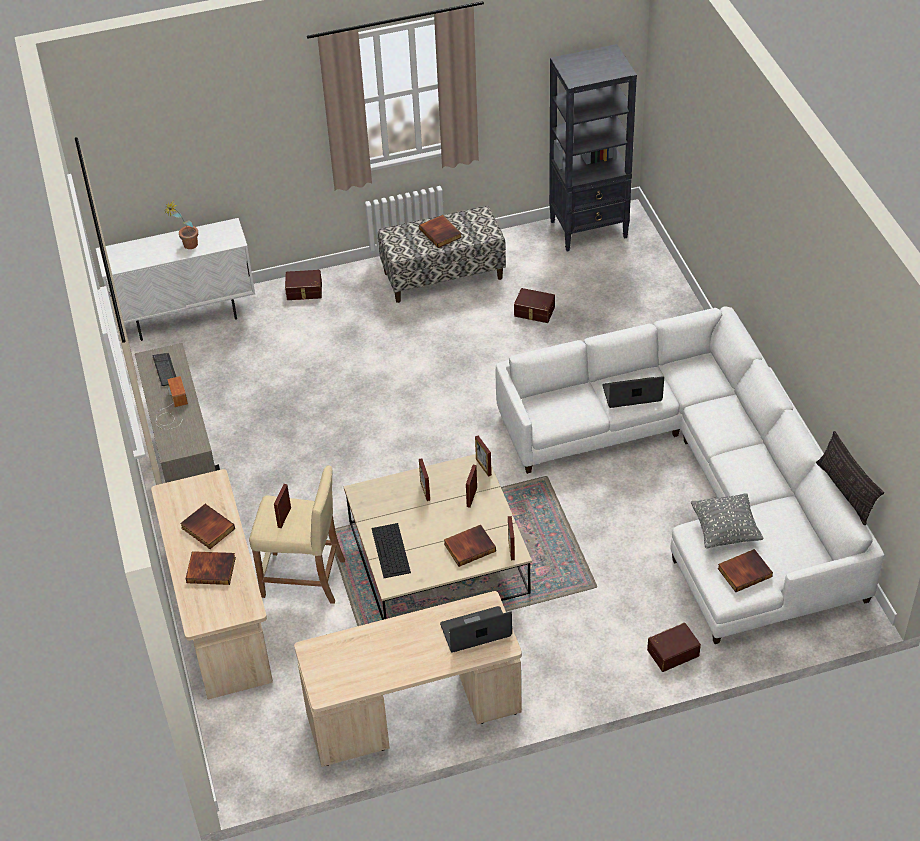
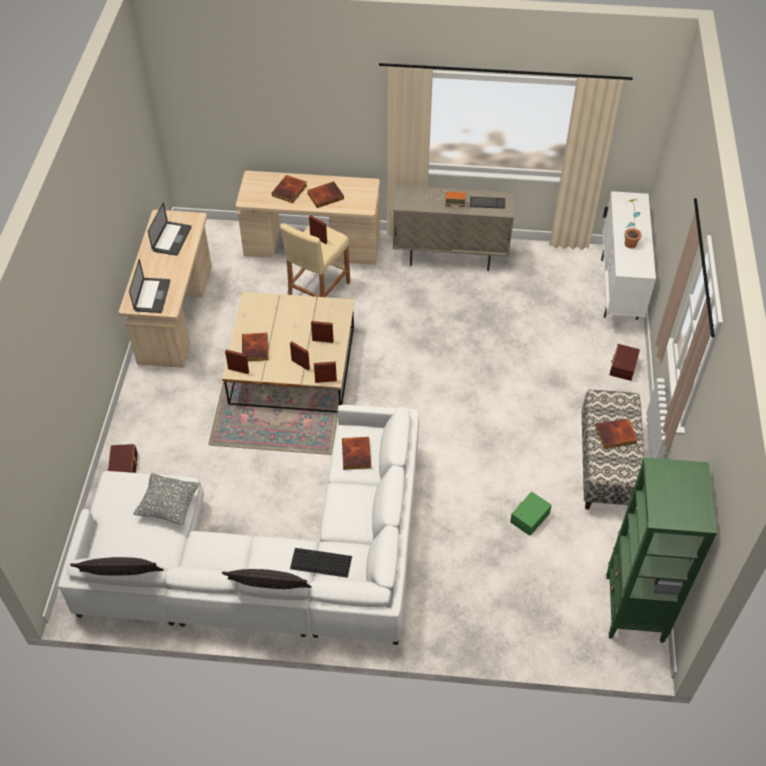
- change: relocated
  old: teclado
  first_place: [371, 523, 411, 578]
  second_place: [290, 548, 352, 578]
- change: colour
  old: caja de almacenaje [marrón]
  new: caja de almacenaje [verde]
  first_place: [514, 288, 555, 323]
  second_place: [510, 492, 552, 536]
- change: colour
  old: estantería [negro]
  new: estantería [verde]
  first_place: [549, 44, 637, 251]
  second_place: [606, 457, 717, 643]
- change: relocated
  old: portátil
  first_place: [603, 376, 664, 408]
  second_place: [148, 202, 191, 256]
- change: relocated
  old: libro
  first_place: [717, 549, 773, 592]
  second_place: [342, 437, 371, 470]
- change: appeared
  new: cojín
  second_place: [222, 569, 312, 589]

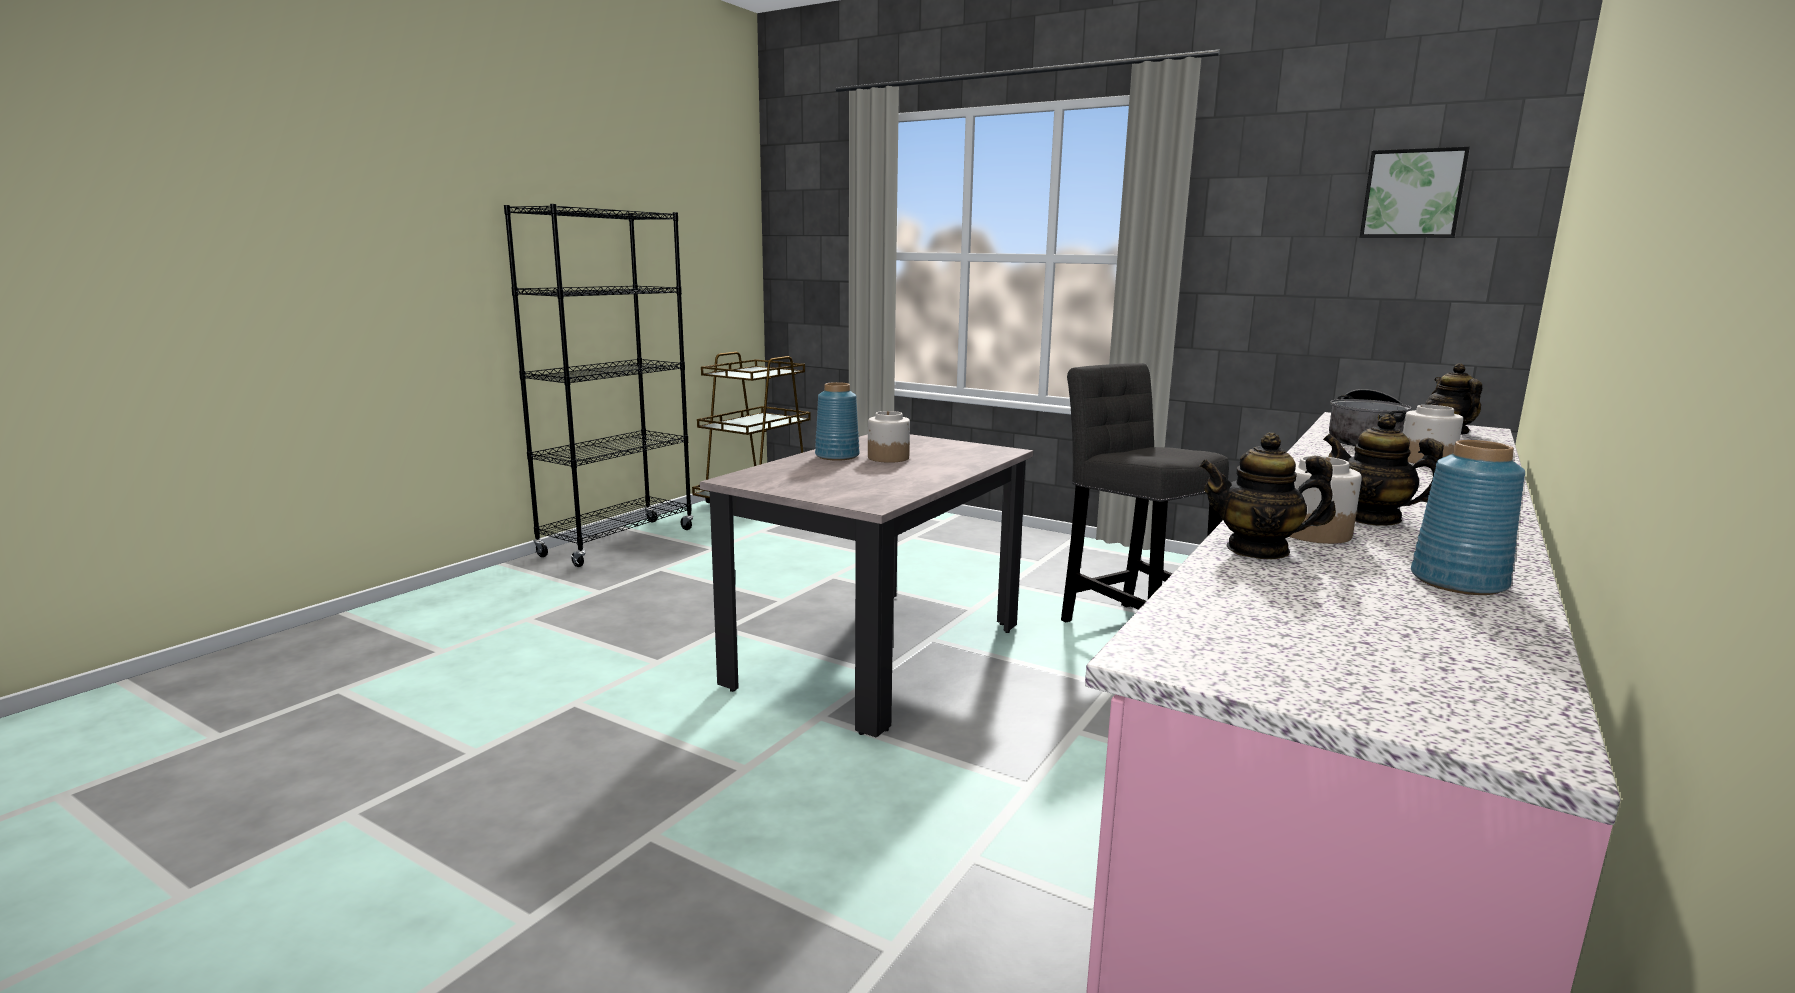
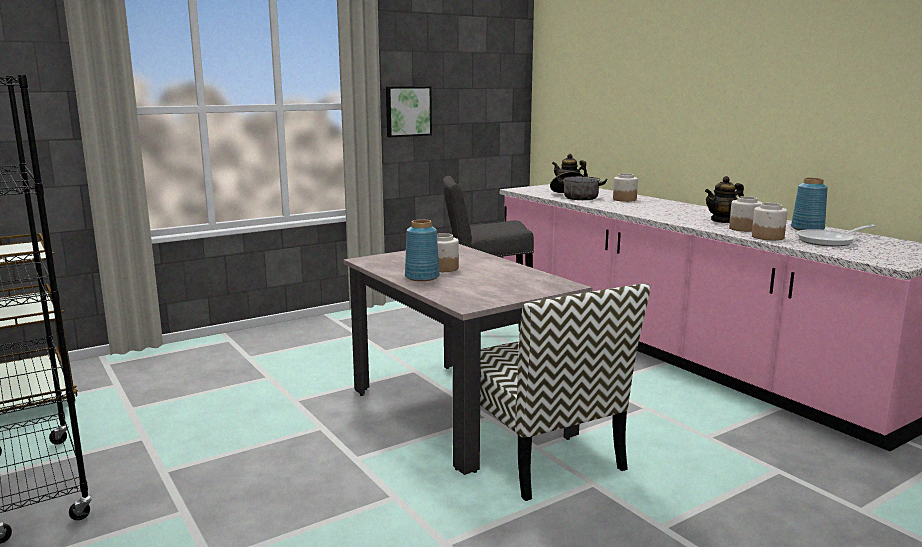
- change: exchanged
  old: tetera
  new: tarro
  first_place: [1199, 433, 1336, 559]
  second_place: [752, 203, 788, 241]
- change: relocated
  old: cuadro
  first_place: [1360, 147, 1470, 238]
  second_place: [386, 86, 432, 137]
- change: appeared
  new: silla
  second_place: [480, 284, 650, 501]
- change: appeared
  new: sartén
  second_place: [796, 225, 875, 246]

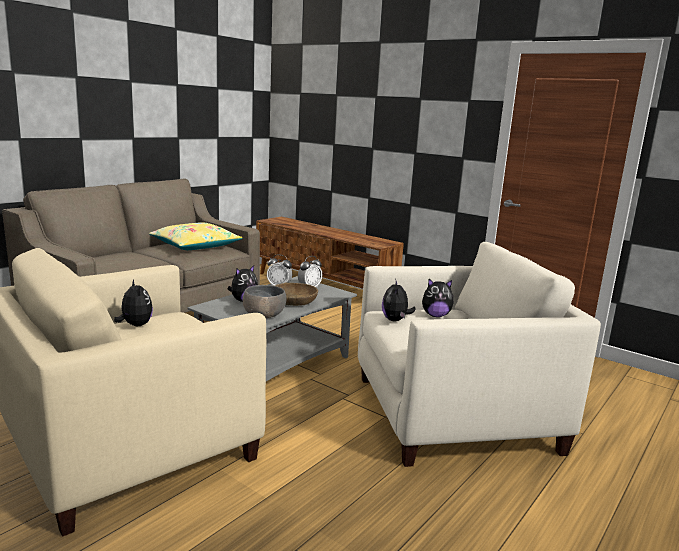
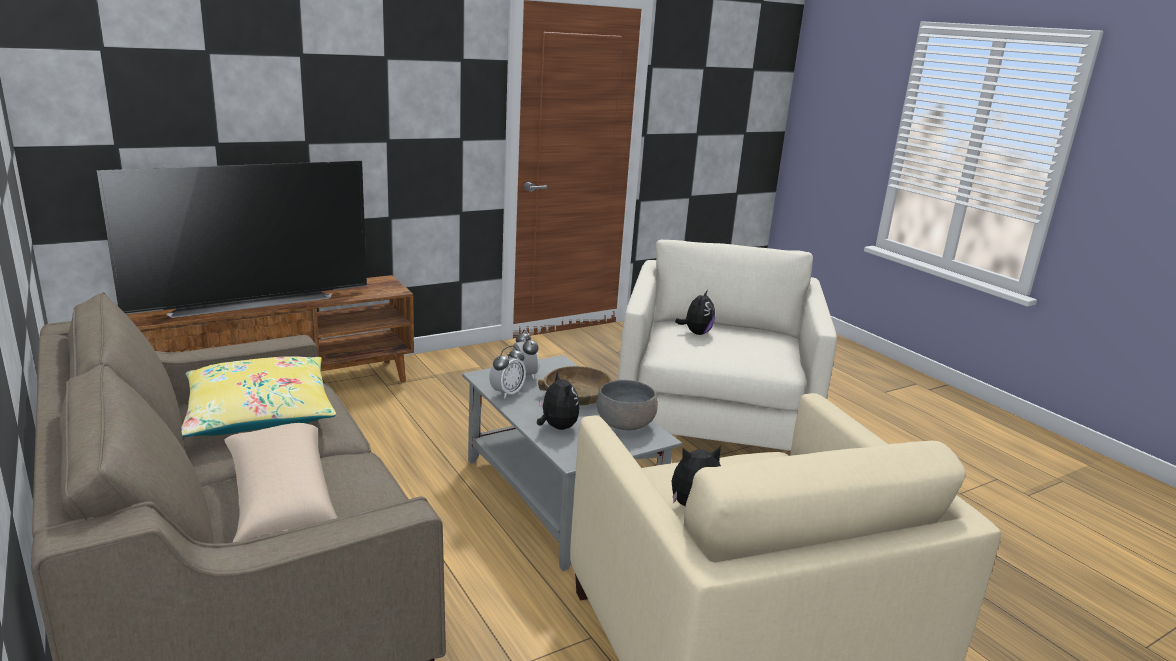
- change: missing
  old: peluche
  first_place: [382, 281, 416, 321]
- change: appeared
  new: televisor
  second_place: [97, 161, 367, 318]
- change: appeared
  new: cojín [beis]
  second_place: [224, 423, 338, 542]

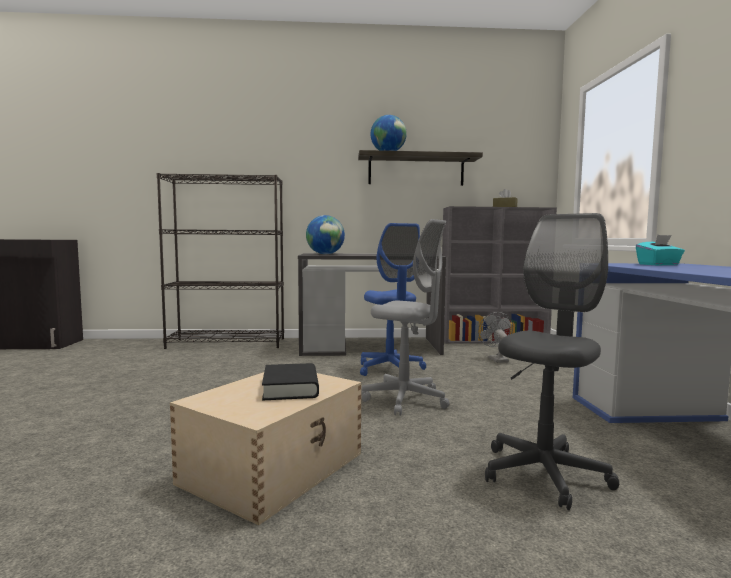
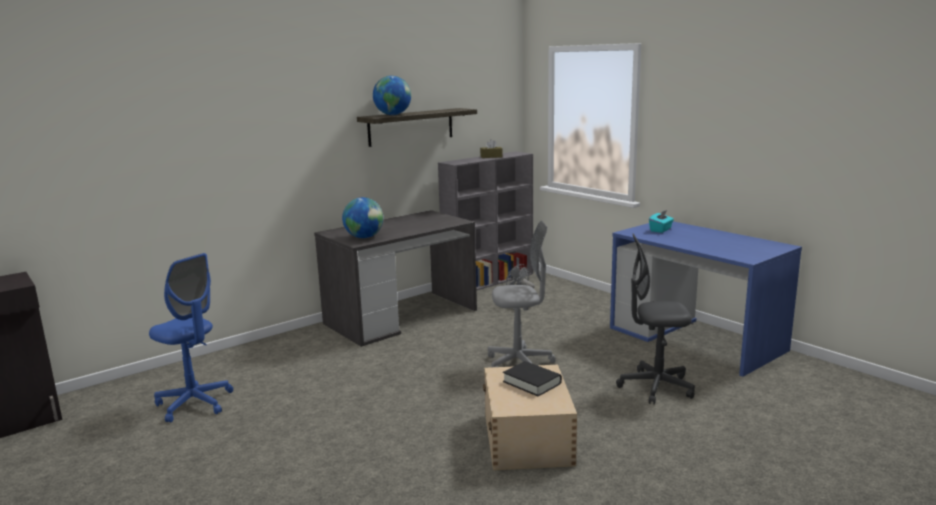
- change: missing
  old: estantería [negro]
  first_place: [157, 173, 284, 349]
- change: relocated
  old: silla de oficina [azul]
  first_place: [360, 223, 426, 376]
  second_place: [149, 253, 233, 422]
- change: spun
  old: silla de oficina [gris]
  first_place: [485, 213, 619, 510]
  second_place: [616, 234, 695, 405]
  degrees: -90

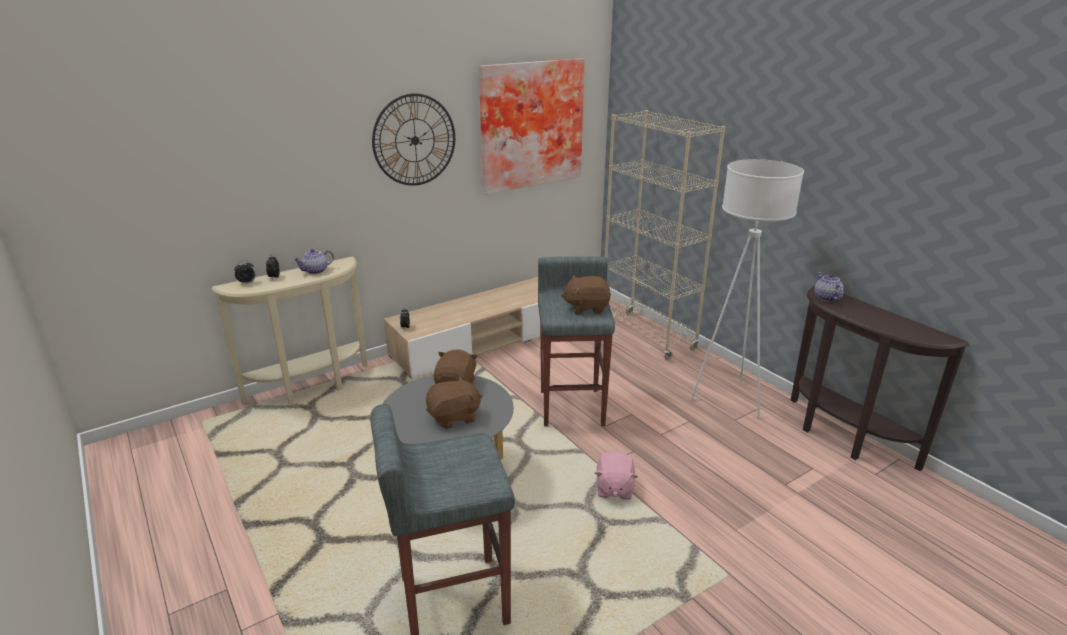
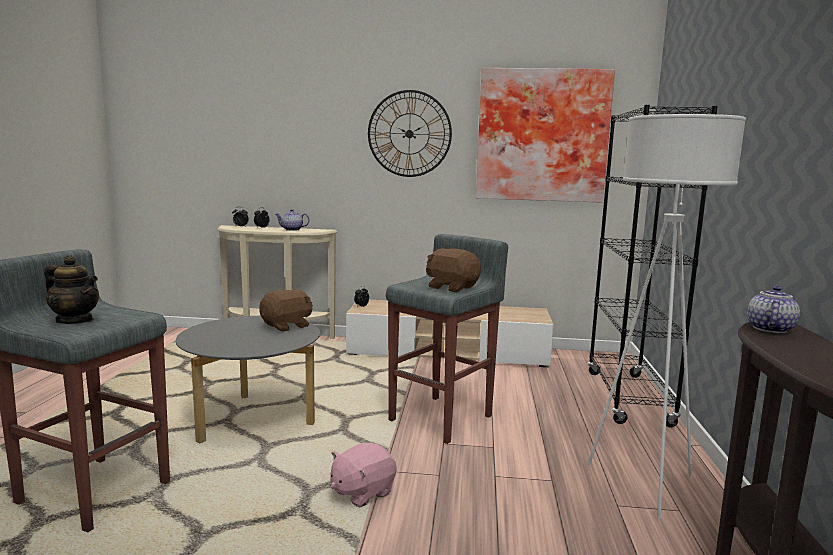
- change: missing
  old: peluche [marrón]
  first_place: [426, 376, 482, 429]
- change: colour
  old: estantería [beis]
  new: estantería [negro]
  first_place: [605, 110, 725, 360]
  second_place: [587, 105, 718, 428]
- change: appeared
  new: tetera
  second_place: [44, 255, 99, 324]

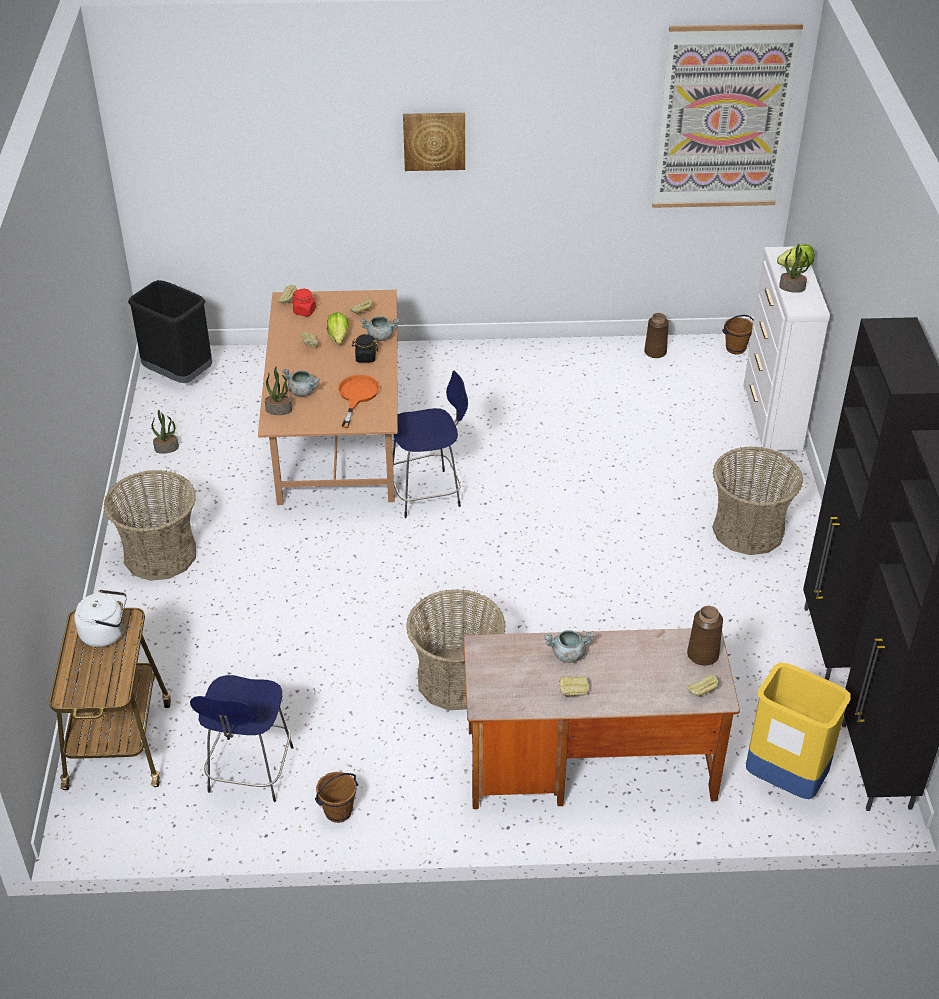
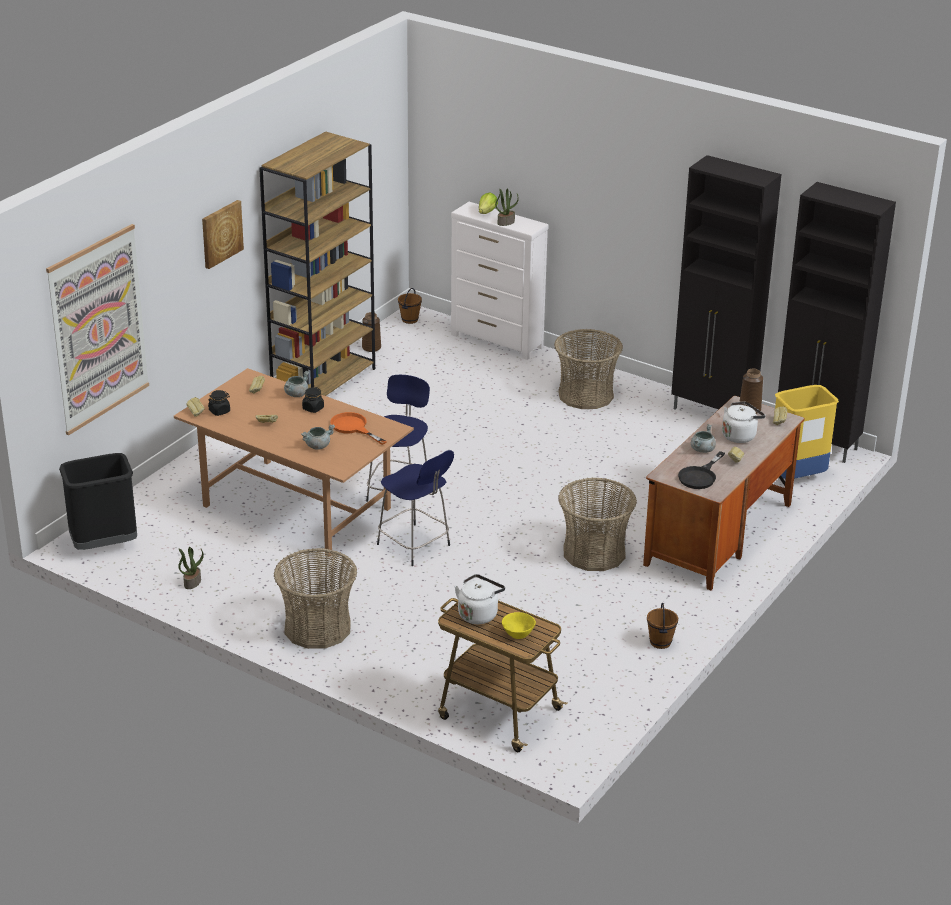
- change: relocated
  old: taburete [azul]
  first_place: [190, 675, 294, 802]
  second_place: [377, 450, 454, 566]
- change: missing
  old: planta en maceta
  first_place: [265, 366, 292, 415]
- change: colour
  old: tarro [rojo]
  new: tarro [negro]
  first_place: [292, 289, 316, 316]
  second_place: [208, 390, 230, 416]
- change: missing
  old: lechuga
  first_place: [327, 312, 349, 344]
- change: relocated
  old: cuadro
  first_place: [652, 24, 803, 208]
  second_place: [46, 224, 149, 436]
- change: appeared
  new: estantería [marrón]
  second_place: [259, 131, 375, 396]
- change: appeared
  new: cuenco [amarillo]
  second_place: [502, 612, 536, 639]
- change: appeared
  new: sartén [negro]
  second_place: [678, 451, 725, 489]
- change: appeared
  new: hervidor [blanco]
  second_place: [722, 401, 765, 443]

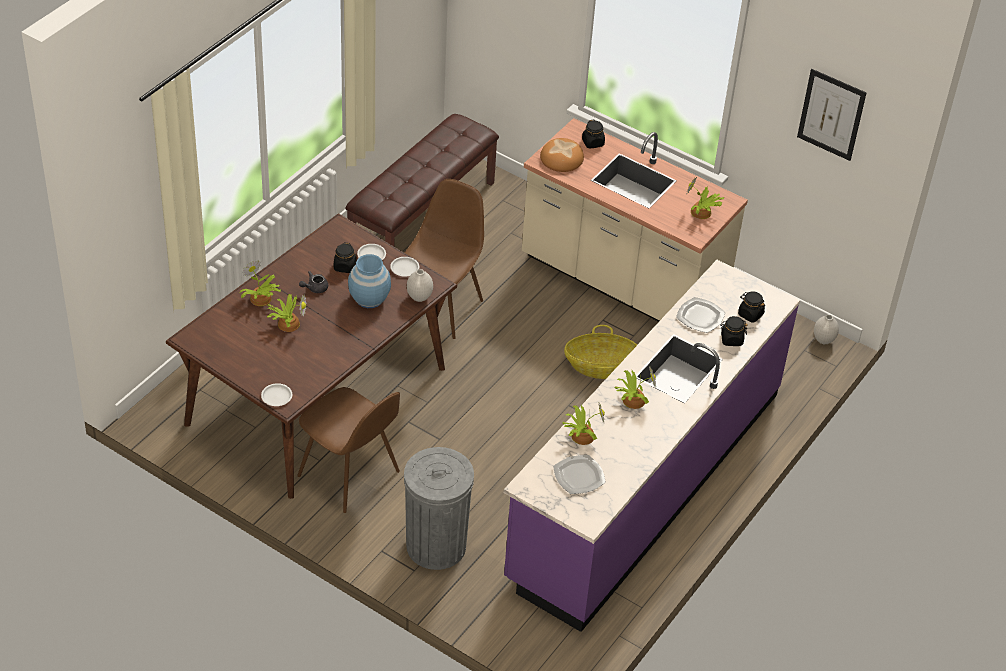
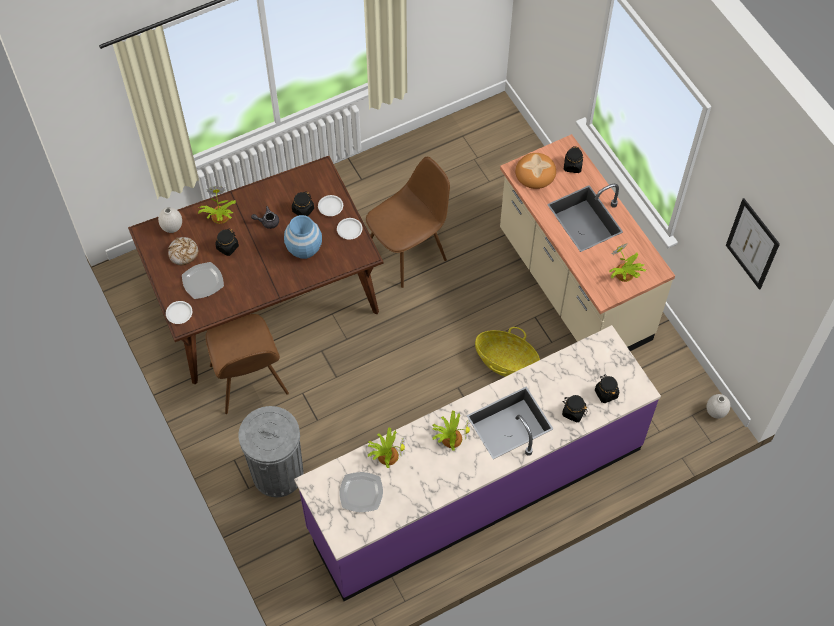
- change: exchanged
  old: planta en maceta
  new: tarro [negro]
  first_place: [267, 294, 306, 332]
  second_place: [215, 229, 239, 256]
- change: missing
  old: banco [marrón]
  first_place: [346, 114, 499, 246]
- change: relocated
  old: florero [blanco]
  first_place: [407, 269, 433, 302]
  second_place: [158, 207, 182, 233]
- change: relocated
  old: plato
  first_place: [676, 297, 726, 333]
  second_place: [182, 262, 224, 299]
- change: appeared
  new: pan
  second_place: [168, 237, 199, 265]

